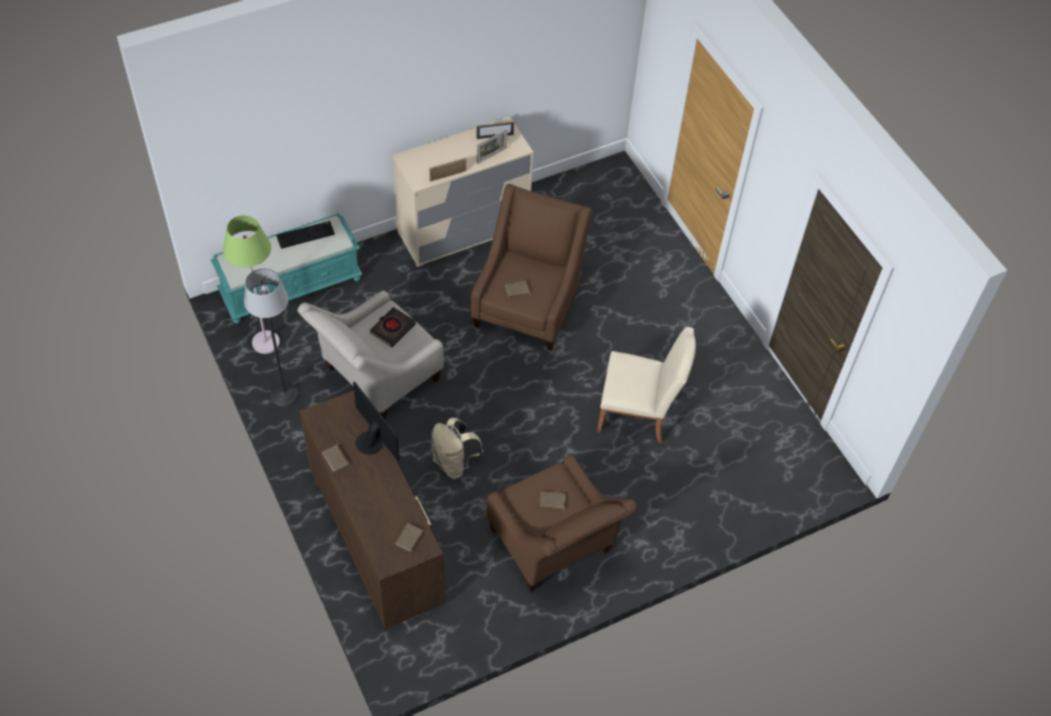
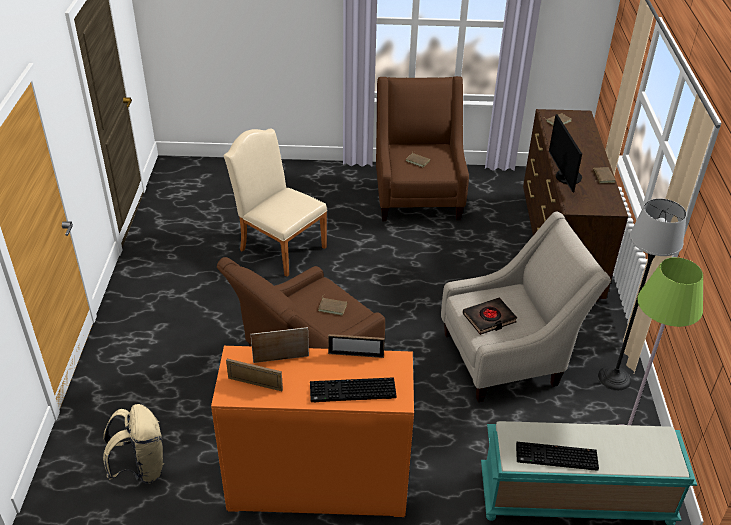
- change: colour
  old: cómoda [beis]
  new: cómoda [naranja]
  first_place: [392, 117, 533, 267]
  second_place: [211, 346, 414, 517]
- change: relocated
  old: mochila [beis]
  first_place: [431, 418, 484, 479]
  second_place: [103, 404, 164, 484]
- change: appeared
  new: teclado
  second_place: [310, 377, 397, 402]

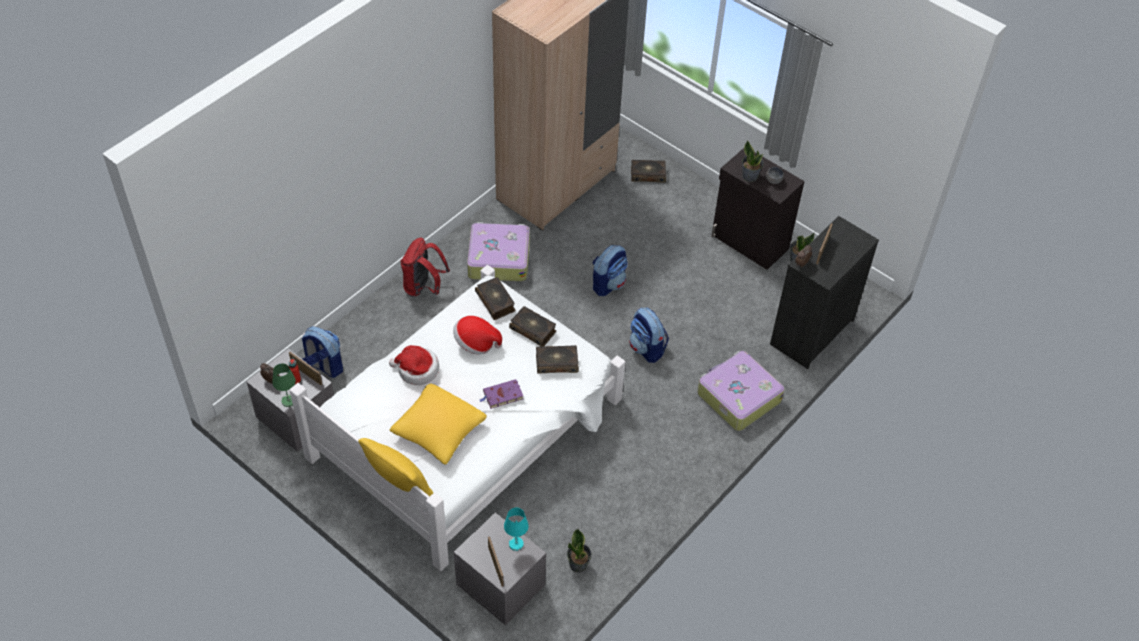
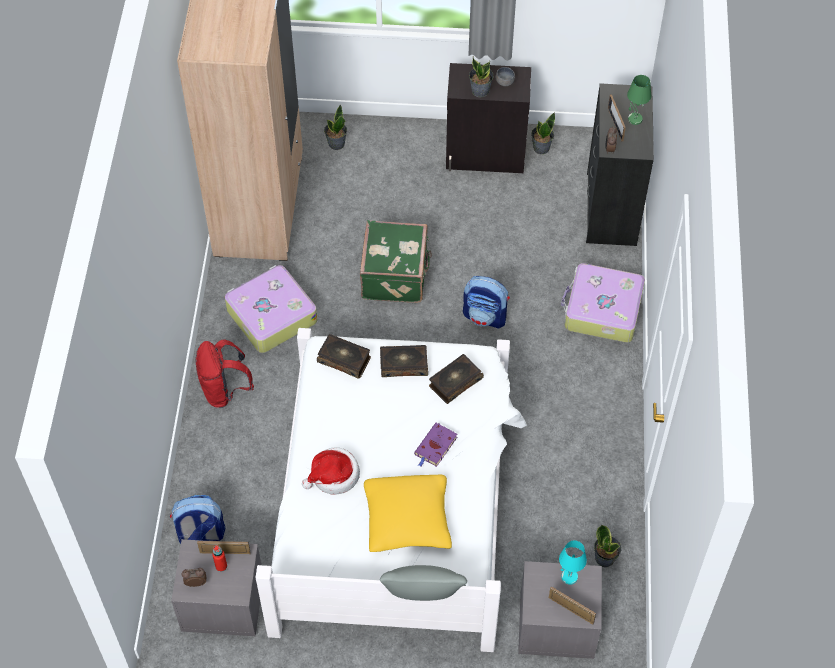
- change: relocated
  old: lámpara de mesa [verde]
  first_place: [272, 363, 296, 407]
  second_place: [627, 75, 651, 125]
- change: colour
  old: cojín [amarillo]
  new: cojín [gris]
  first_place: [358, 438, 433, 496]
  second_place: [380, 565, 467, 601]
- change: missing
  old: sombrero
  first_place: [453, 316, 502, 355]
- change: exchanged
  old: mochila
  new: maleta [verde]
  first_place: [592, 245, 628, 296]
  second_place: [360, 220, 432, 303]
- change: exchanged
  old: libro
  new: planta en maceta
  first_place: [631, 160, 666, 183]
  second_place: [324, 104, 347, 150]

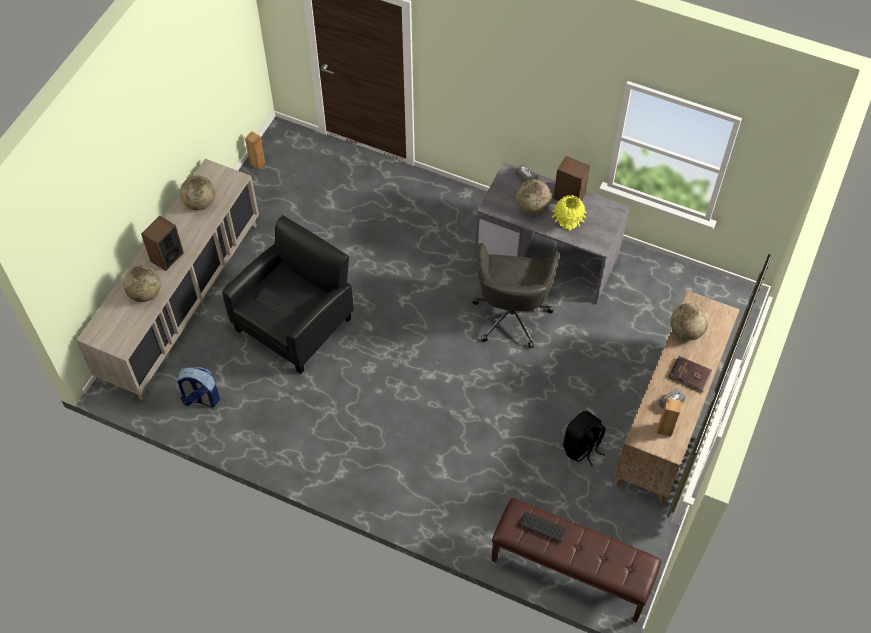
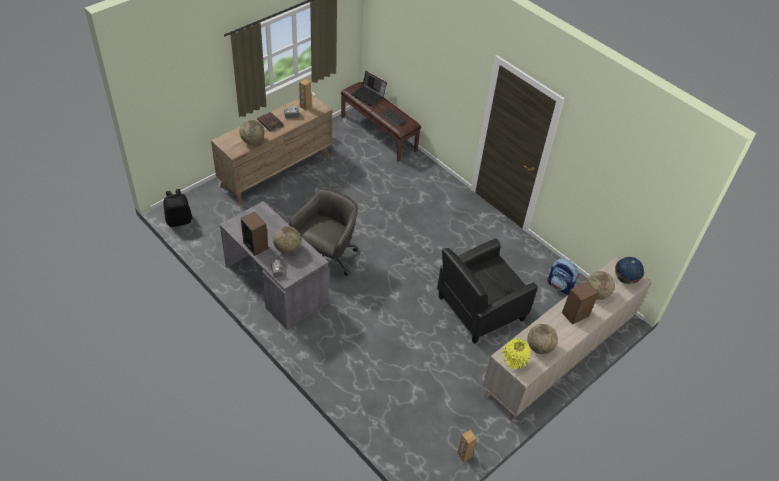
- change: relocated
  old: florero [amarillo]
  first_place: [552, 195, 587, 231]
  second_place: [501, 338, 531, 369]
- change: relocated
  old: mochila [negro]
  first_place: [563, 411, 605, 466]
  second_place: [163, 189, 192, 227]
- change: appeared
  new: portátil
  second_place: [351, 71, 387, 106]
- change: appeared
  new: globo terráqueo
  second_place: [615, 257, 644, 284]

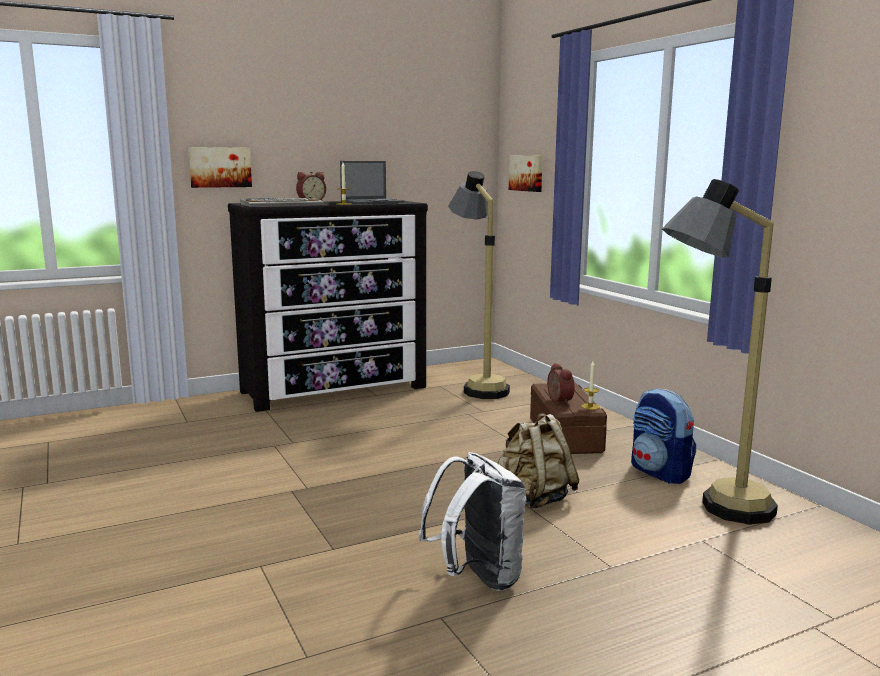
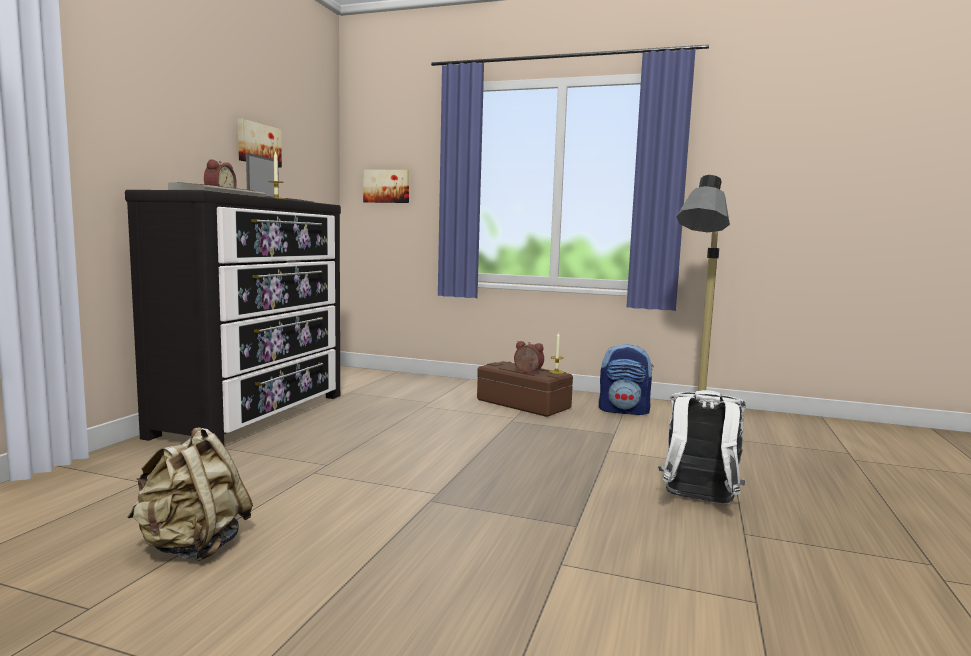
- change: relocated
  old: cuadro
  first_place: [188, 147, 252, 188]
  second_place: [238, 119, 282, 167]
- change: missing
  old: lámpara de pie
  first_place: [448, 171, 510, 399]
- change: relocated
  old: mochila [beis]
  first_place: [497, 413, 579, 509]
  second_place: [127, 427, 253, 562]

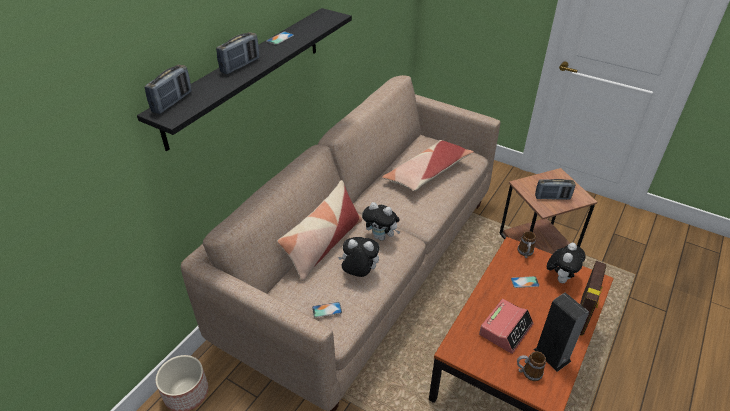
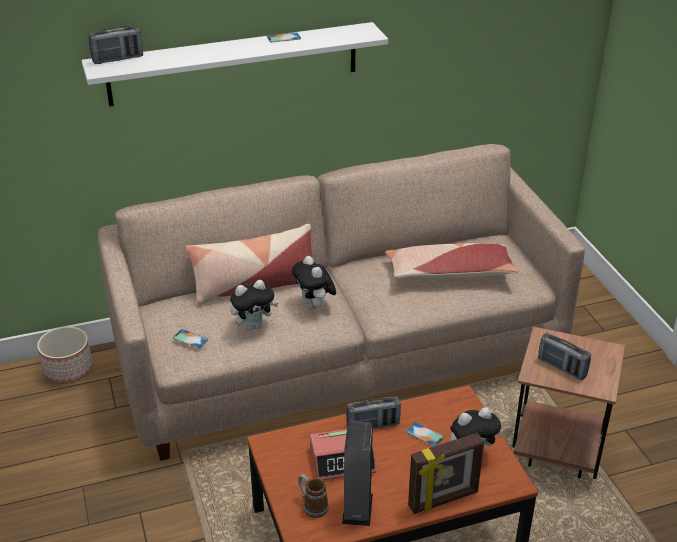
- change: colour
  old: estante [negro]
  new: estante [blanco]
  first_place: [137, 8, 352, 151]
  second_place: [82, 22, 388, 107]
- change: relocated
  old: radio
  first_place: [216, 32, 259, 74]
  second_place: [346, 396, 401, 429]
- change: spun
  old: peluche
  first_place: [338, 237, 379, 277]
  second_place: [230, 280, 278, 330]
  degrees: 105
- change: missing
  old: taza grande
  first_place: [517, 231, 536, 258]

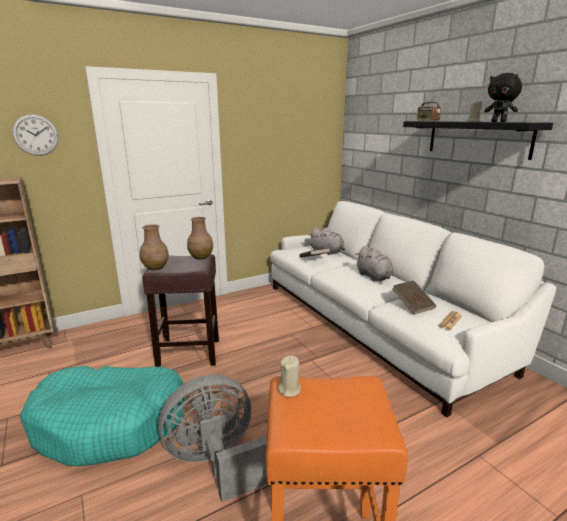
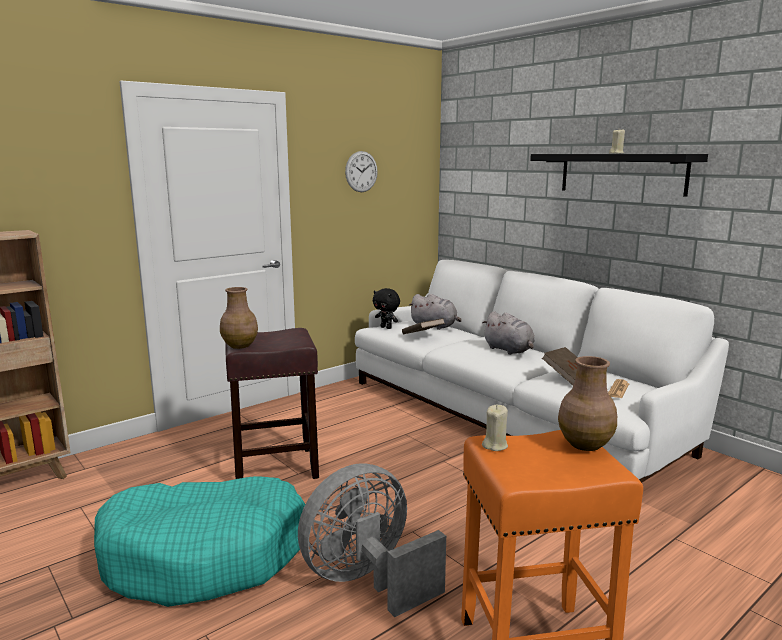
- change: relocated
  old: reloj de pared
  first_place: [12, 114, 59, 156]
  second_place: [345, 151, 378, 192]
- change: relocated
  old: florero [marrón]
  first_place: [187, 217, 213, 260]
  second_place: [558, 356, 617, 451]
- change: missing
  old: radio
  first_place: [417, 94, 441, 121]
- change: relocated
  old: peluche [negro]
  first_place: [484, 73, 522, 122]
  second_place: [373, 288, 400, 329]

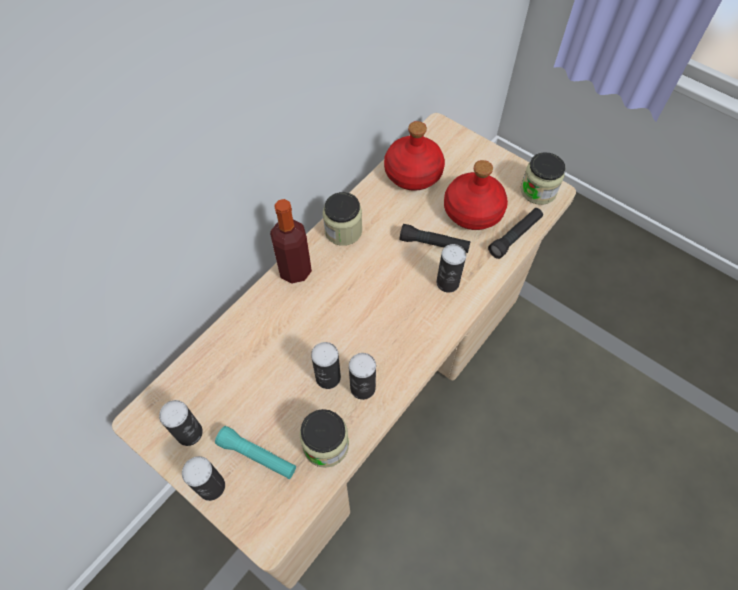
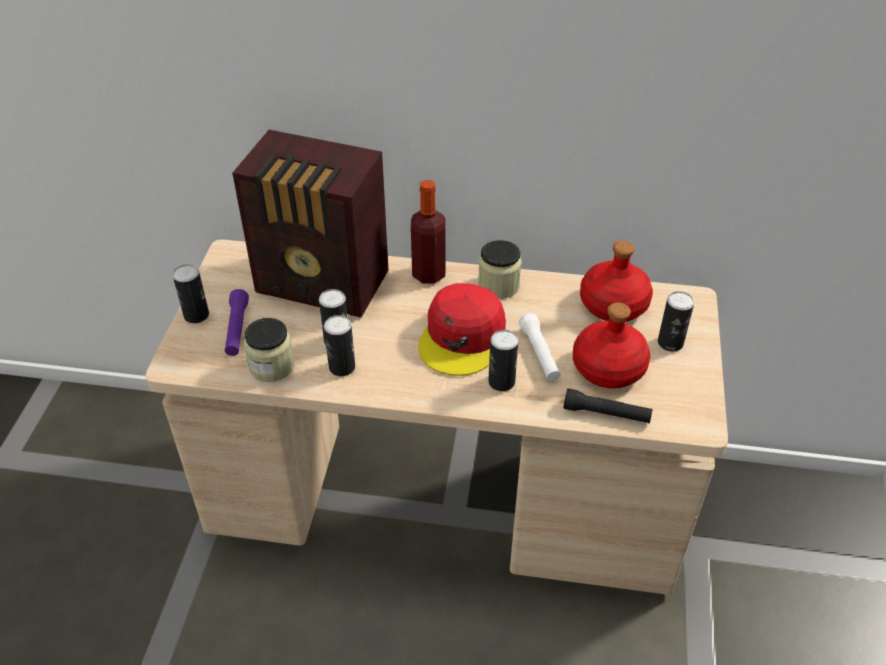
- change: relocated
  old: lata
  first_place: [159, 400, 203, 446]
  second_place: [658, 291, 694, 352]
- change: colour
  old: linterna [turquesa]
  new: linterna [morado]
  first_place: [215, 426, 296, 479]
  second_place: [225, 289, 249, 356]
- change: colour
  old: linterna [negro]
  new: linterna [blanco]
  first_place: [399, 224, 471, 253]
  second_place: [519, 313, 561, 381]
- change: missing
  old: tarro
  first_place: [521, 152, 565, 205]
- change: appeared
  new: radio
  second_place: [232, 130, 388, 318]
- change: appeared
  new: gorra [rojo]
  second_place: [418, 283, 506, 376]

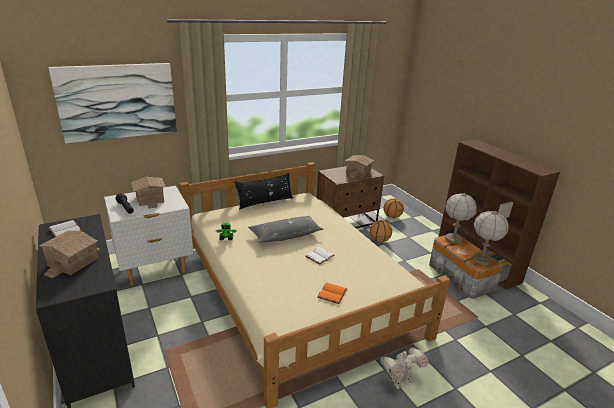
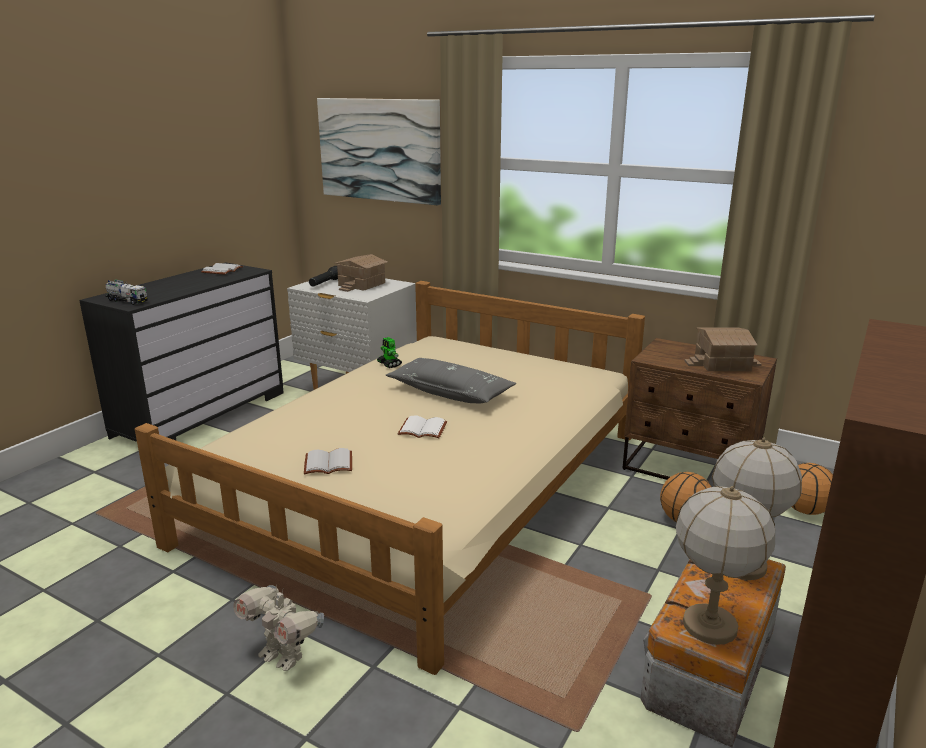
- change: missing
  old: casita
  first_place: [39, 231, 100, 279]
- change: missing
  old: cojín [negro]
  first_place: [235, 173, 293, 210]
- change: colour
  old: libro [naranja]
  new: libro [blanco]
  first_place: [317, 282, 347, 304]
  second_place: [304, 448, 352, 475]
- change: appeared
  new: camión de juguete
  second_place: [105, 279, 148, 305]

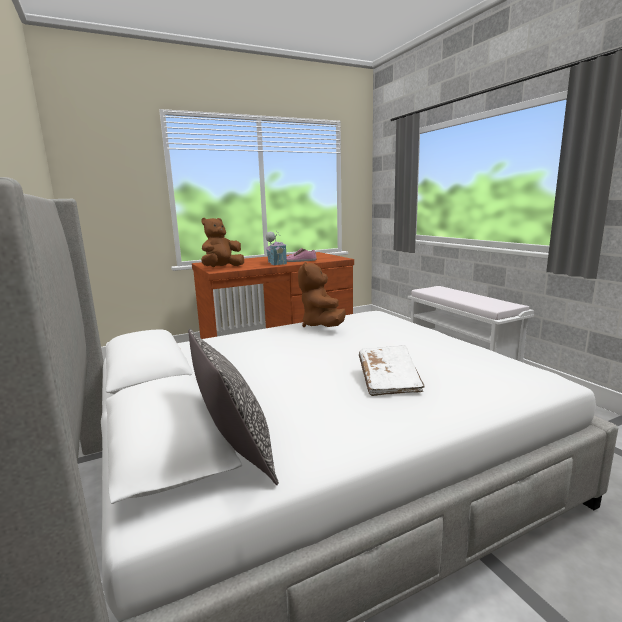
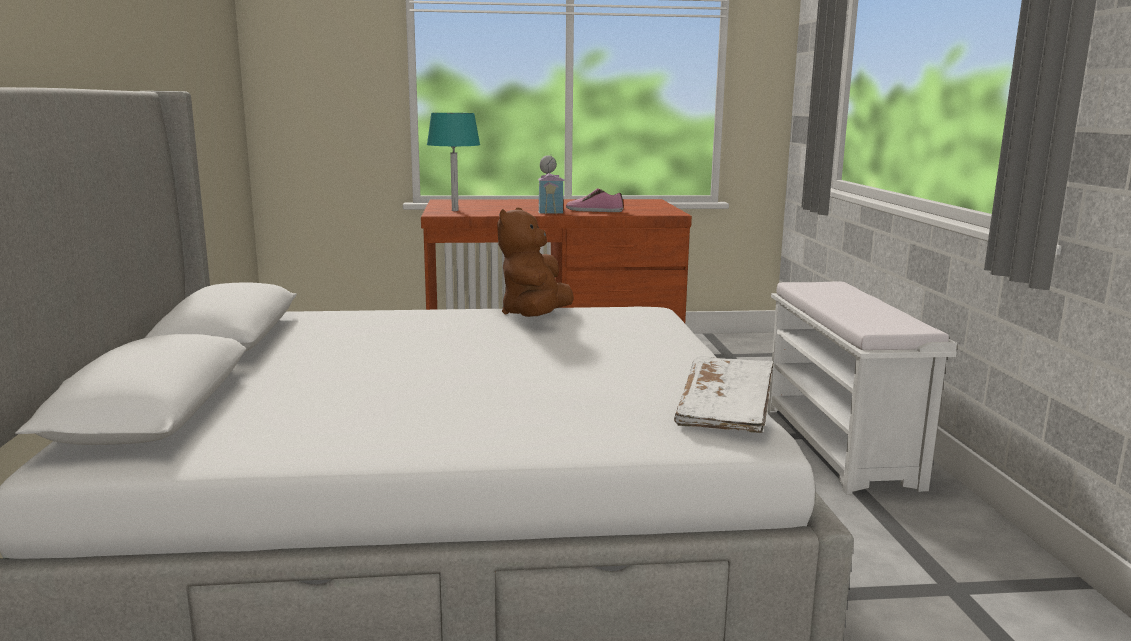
- change: missing
  old: cojín
  first_place: [188, 329, 279, 485]
- change: exchanged
  old: peluche [marrón]
  new: lámpara de mesa [turquesa]
  first_place: [201, 218, 244, 267]
  second_place: [427, 113, 480, 211]
- change: relocated
  old: libro [blanco]
  first_place: [359, 345, 425, 396]
  second_place: [674, 356, 773, 433]

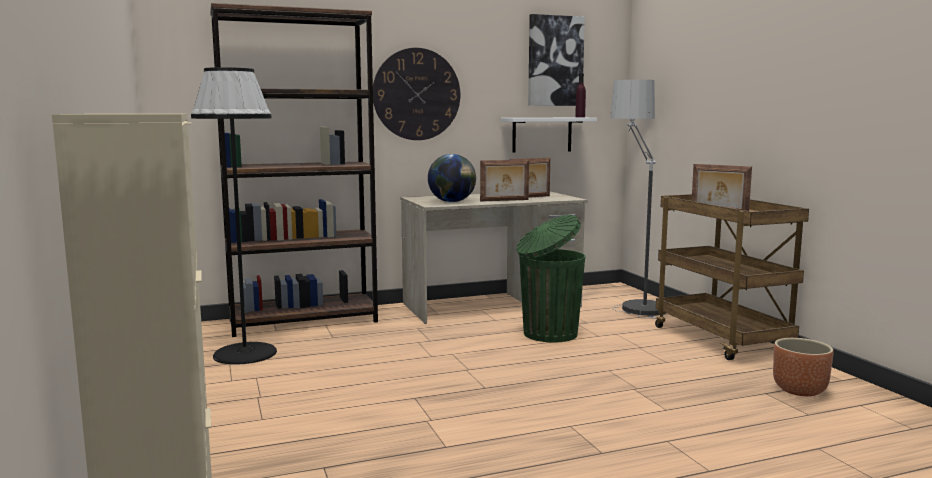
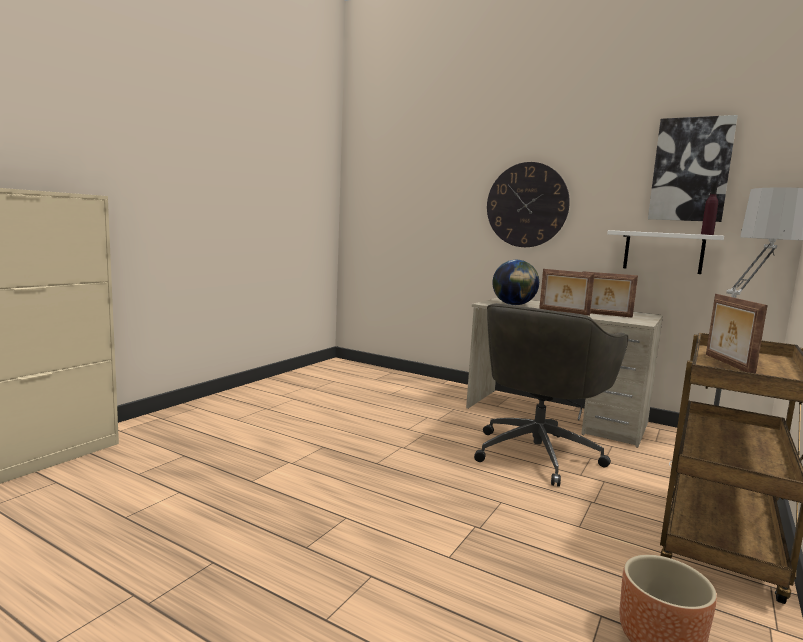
- change: missing
  old: lámpara de pie [negro]
  first_place: [191, 67, 277, 365]
- change: missing
  old: estantería [marrón]
  first_place: [210, 3, 378, 337]
- change: exchanged
  old: papelera [verde]
  new: silla de oficina [gris]
  first_place: [516, 215, 585, 342]
  second_place: [474, 303, 628, 487]

